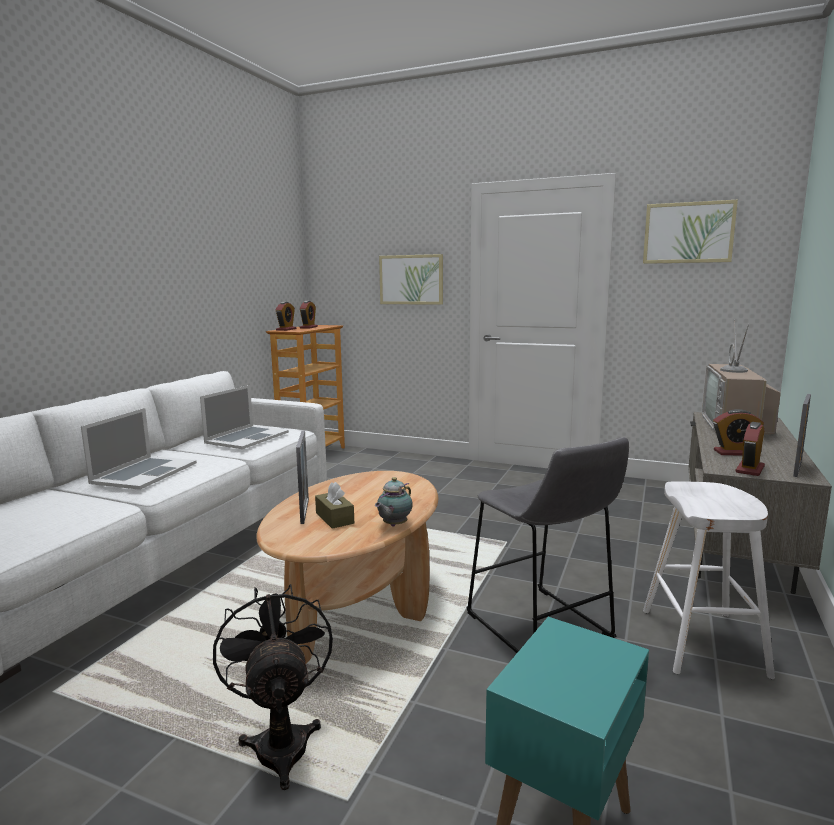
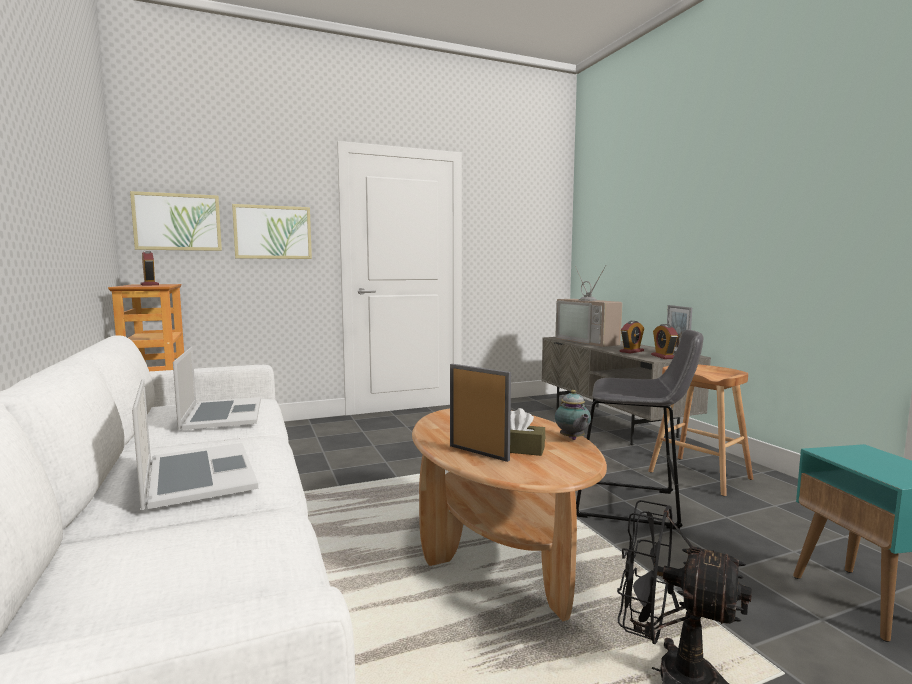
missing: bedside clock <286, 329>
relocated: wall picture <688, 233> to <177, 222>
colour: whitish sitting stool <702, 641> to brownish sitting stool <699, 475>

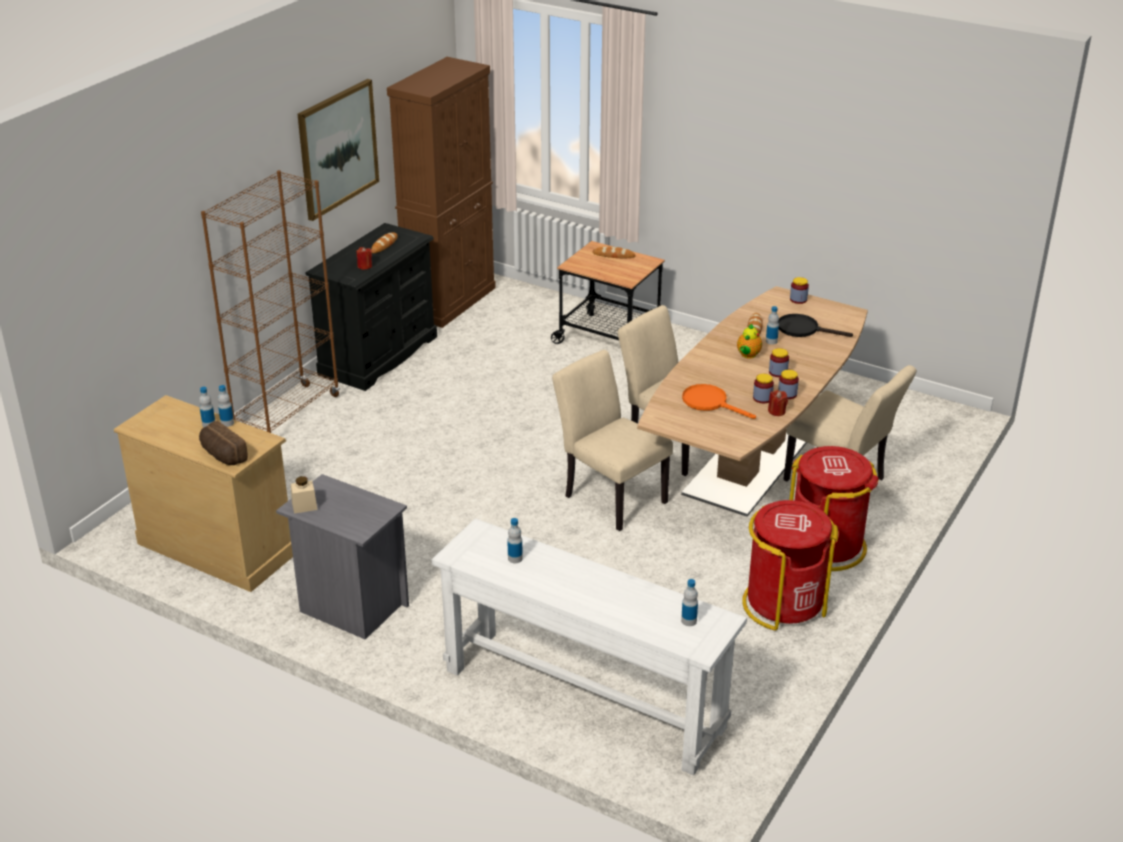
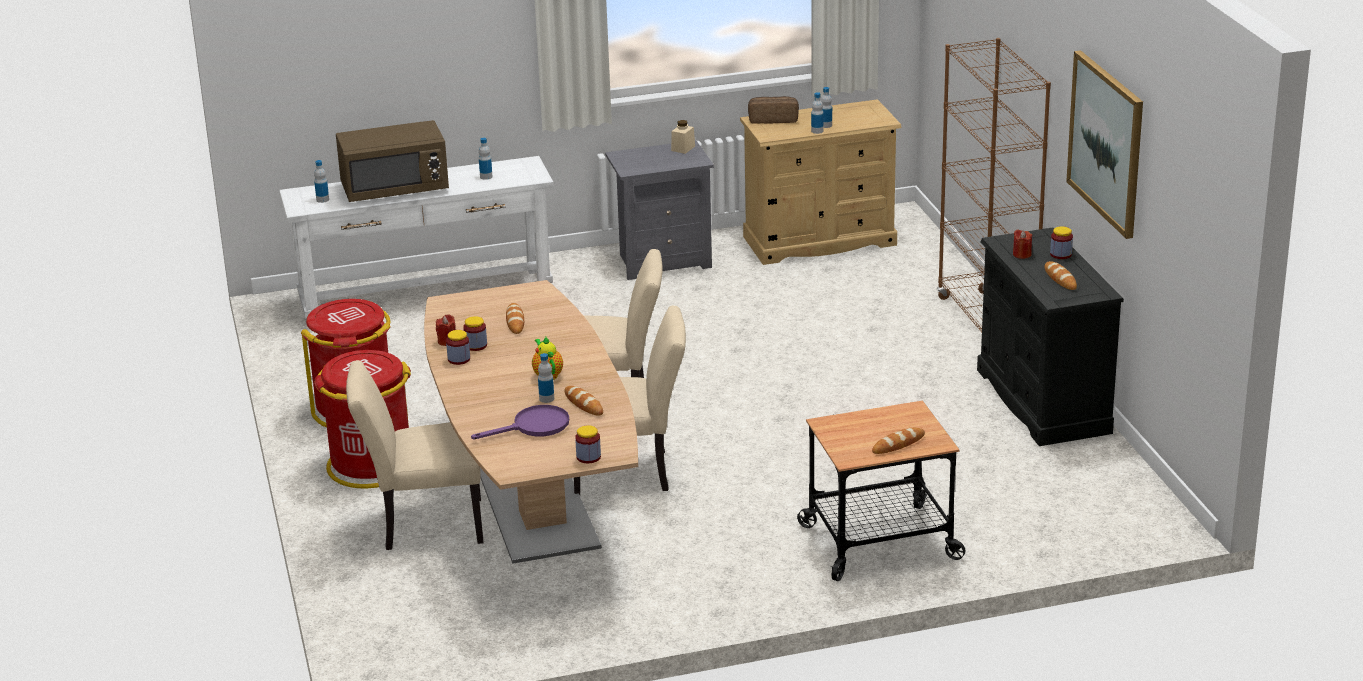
missing: brownish cabinet <450, 301>
appeared: brownish kitchen microwave <395, 189>
relocated: jar <778, 372> to <1061, 254>
exchanged: orange-coloured skillet <710, 403> to baked bread <515, 321>
colour: black skillet <803, 329> to purple skillet <534, 427>

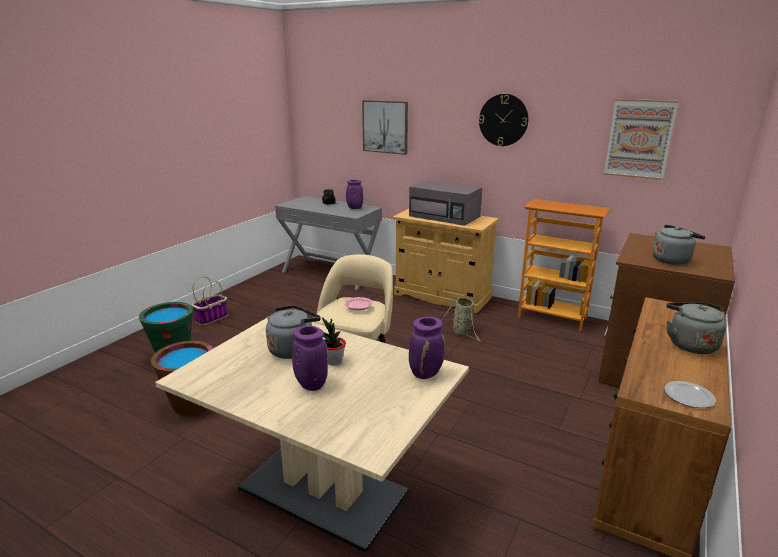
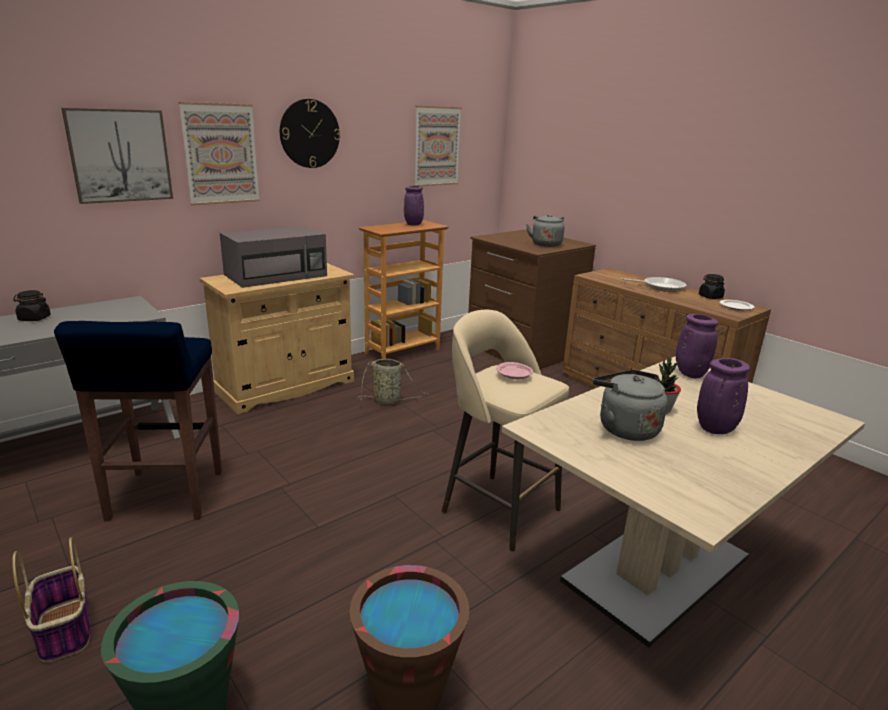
appeared: blue-coloured sitting stool <166, 496>; wall picture <220, 154>; black jar <710, 297>
relocated: purple flower vase <354, 208> to <413, 224>
exchanged: greyish tea kettle <690, 344> to skillet <661, 287>

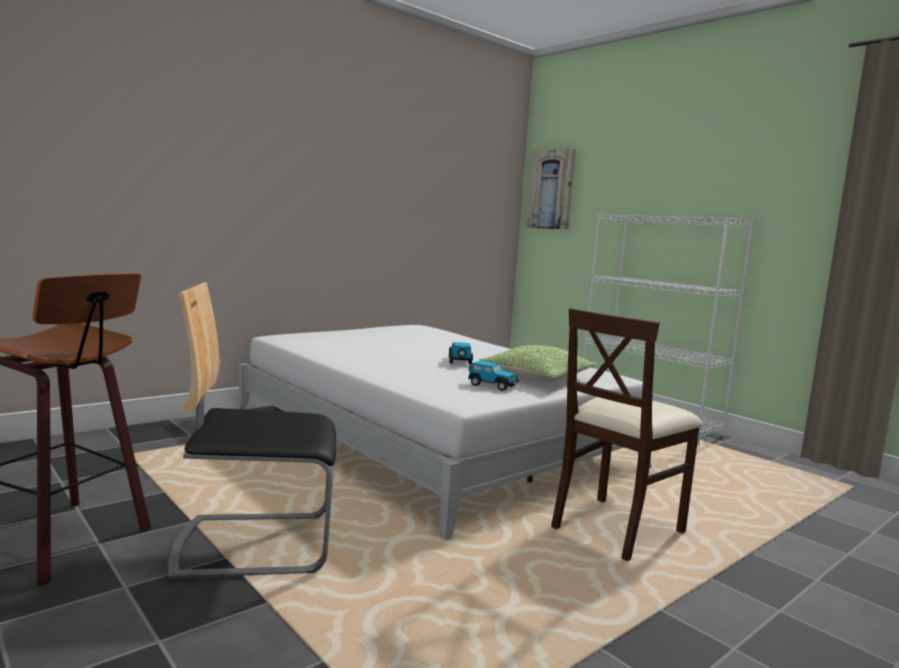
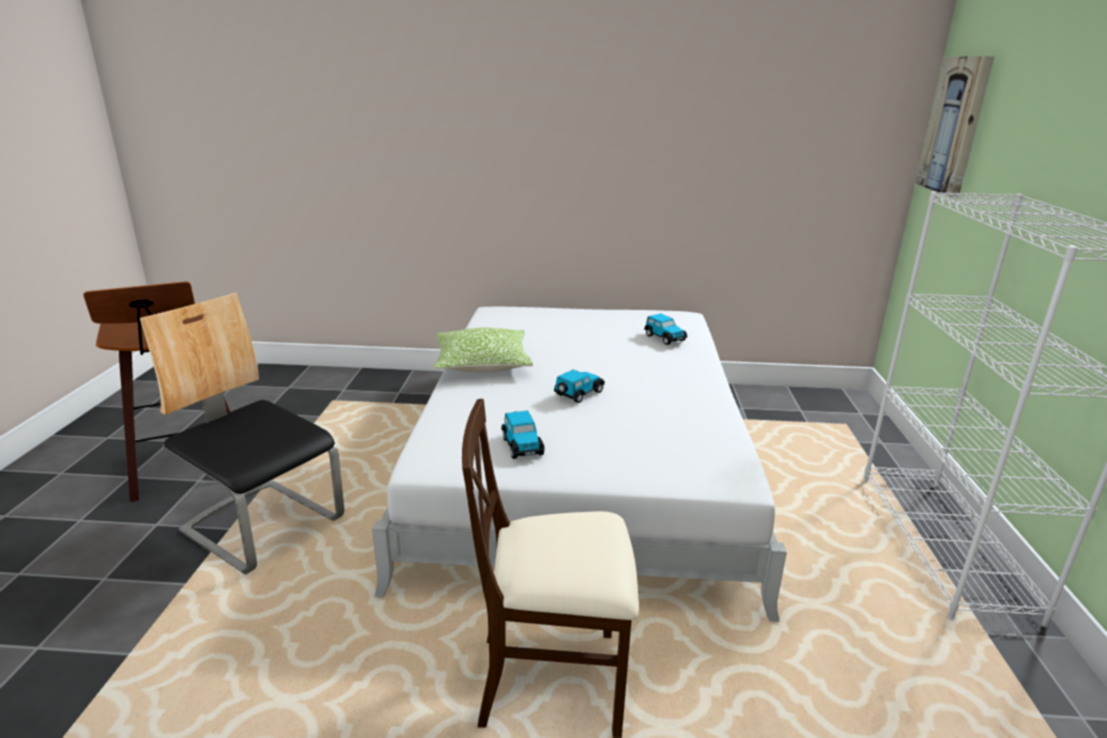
appeared: miniature car <664, 338>
relocated: pillow <537, 378> to <482, 364>

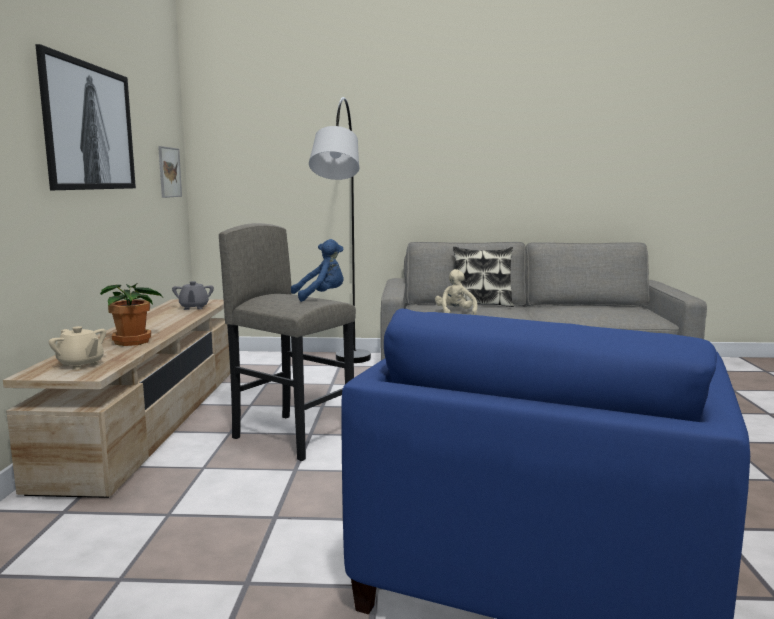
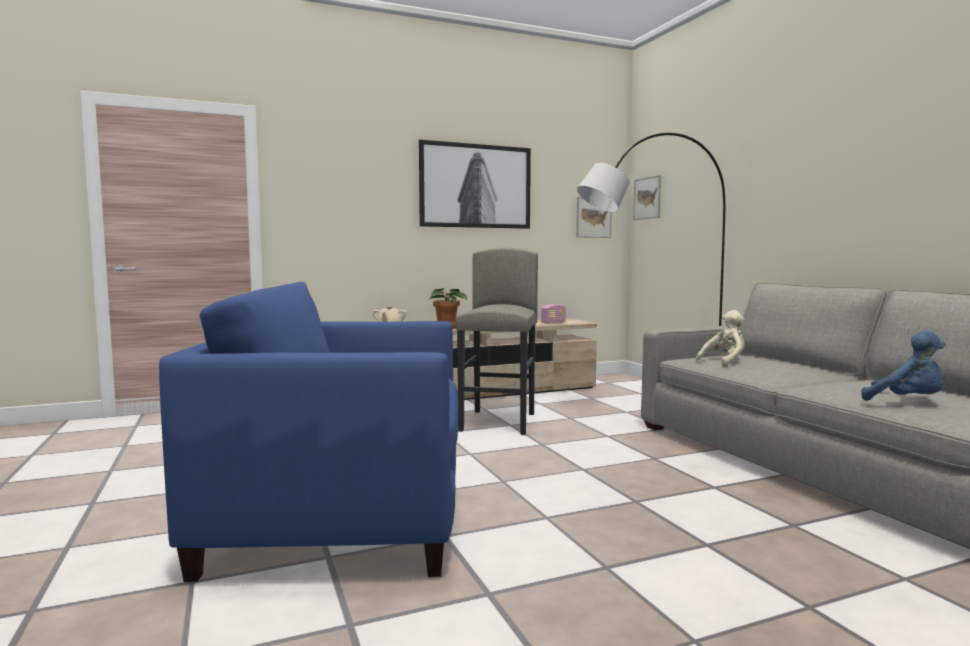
missing: pillow <482, 304>
appeared: wall picture <647, 198>
relocated: blue-coloured soft toy <321, 296> to <906, 402>
exchanged: greyish teapot <194, 308> to radio receiver <553, 322>

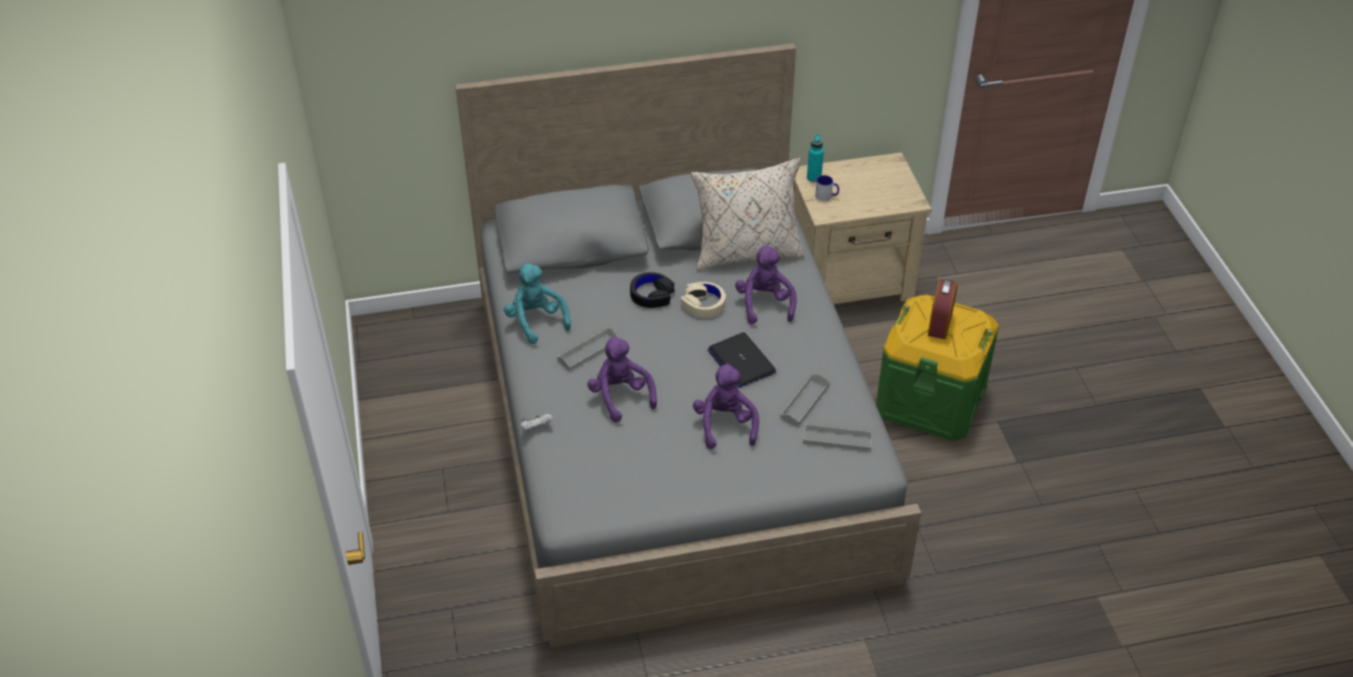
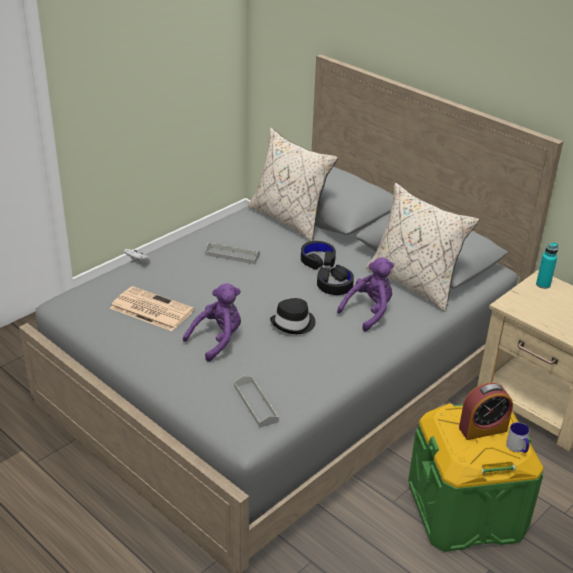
missing: blue-green soft toy <536, 321>; purple soft toy <620, 396>; greyish carrying tray <804, 402>
appeared: newspaper <150, 309>; beige pillow <289, 219>
relocated: coffee mug <826, 196> to <517, 448>
exchanged: portable computer <741, 361> to black hat <294, 323>
colour: beige headphones <703, 304> to black headphones <334, 285>

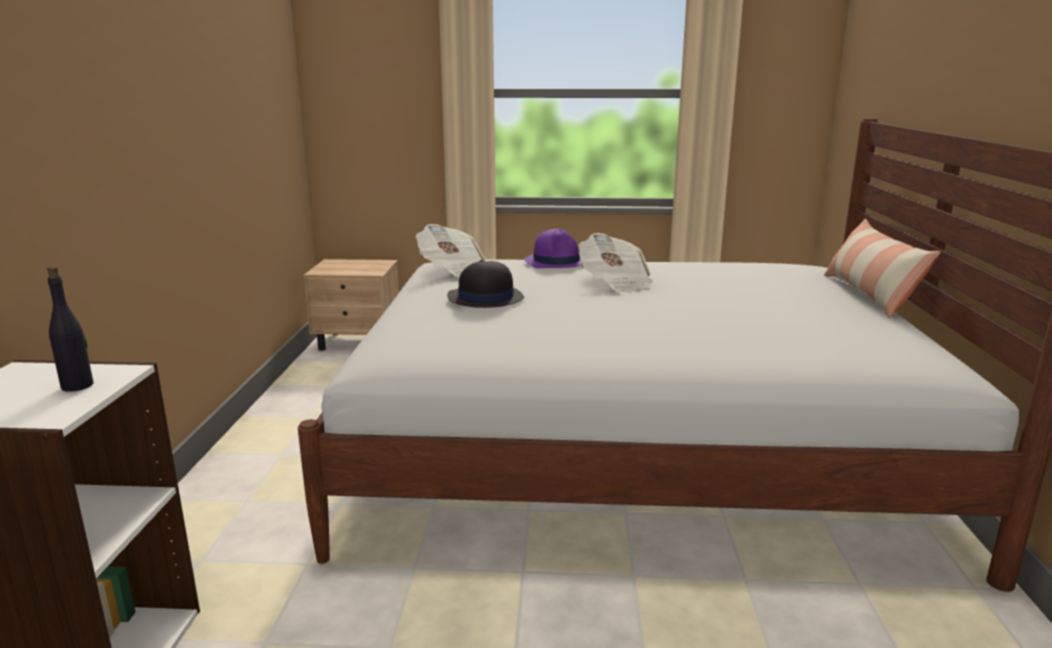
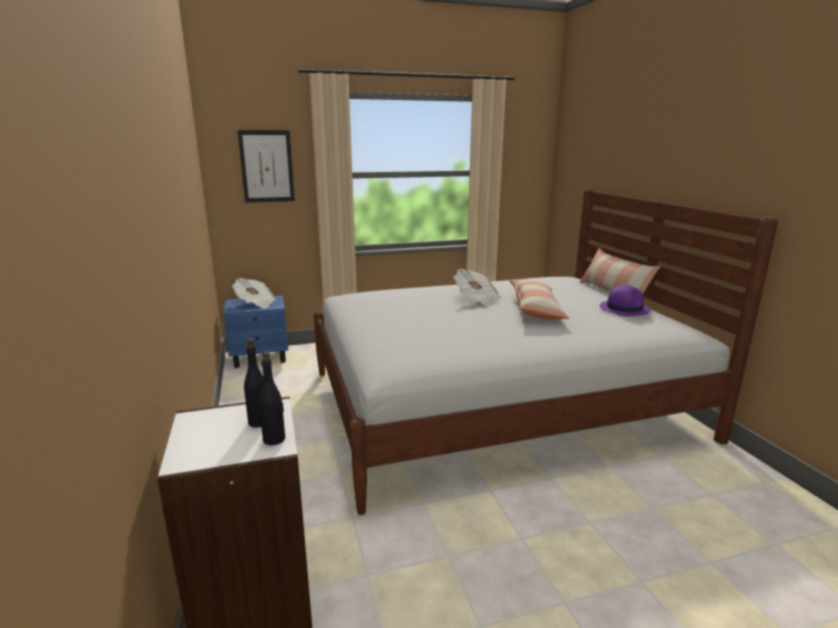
missing: black hat <485, 298>
appeared: wall picture <267, 166>; black beverage bottle <274, 439>; pillow <535, 309>
relocated: newspaper <452, 269> to <255, 303>; purple hat <557, 261> to <624, 309>
colour: beige bedside table <359, 342> to blue-coloured bedside table <261, 357>

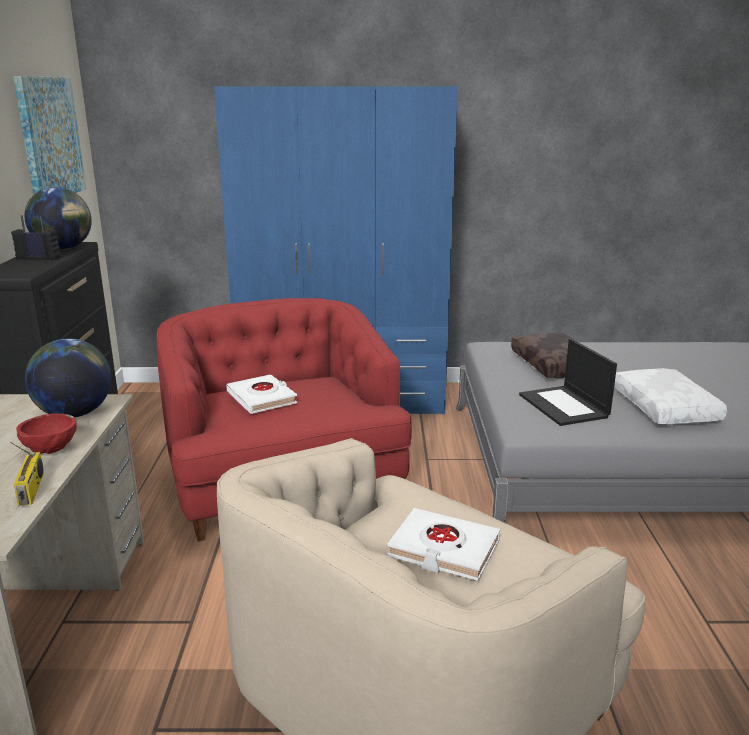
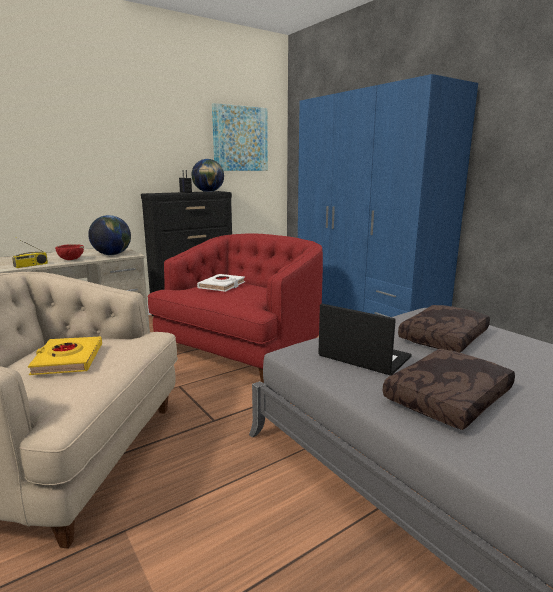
colour: whitish bound book <443, 550> to yellowish bound book <68, 360>; whitish pillow <666, 408> to brownish pillow <449, 399>
spun: portable computer <564, 406> = <363, 356> 90 degrees clockwise

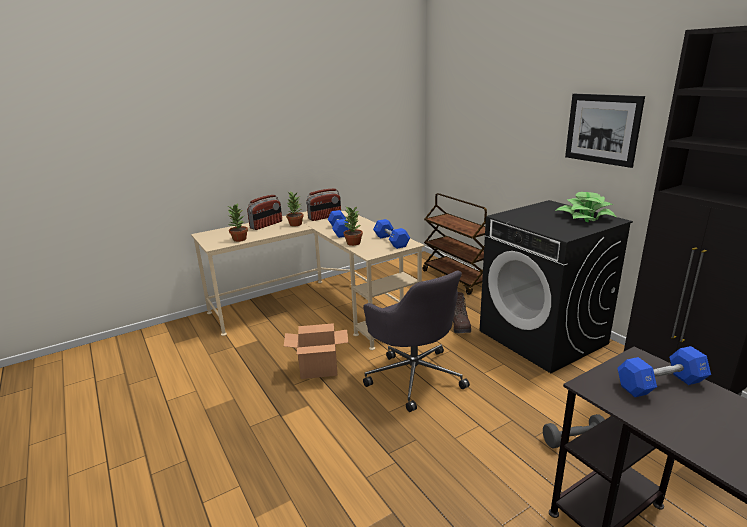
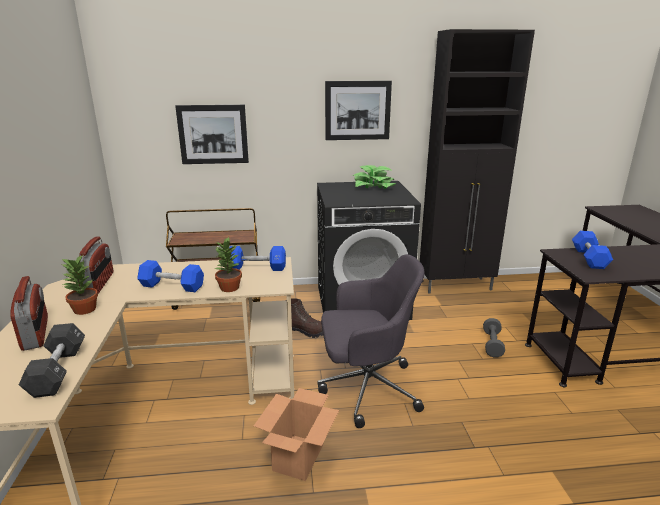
appeared: wall picture <213, 134>
exchanged: plant in a pot <239, 239> to black hand weight <58, 371>

